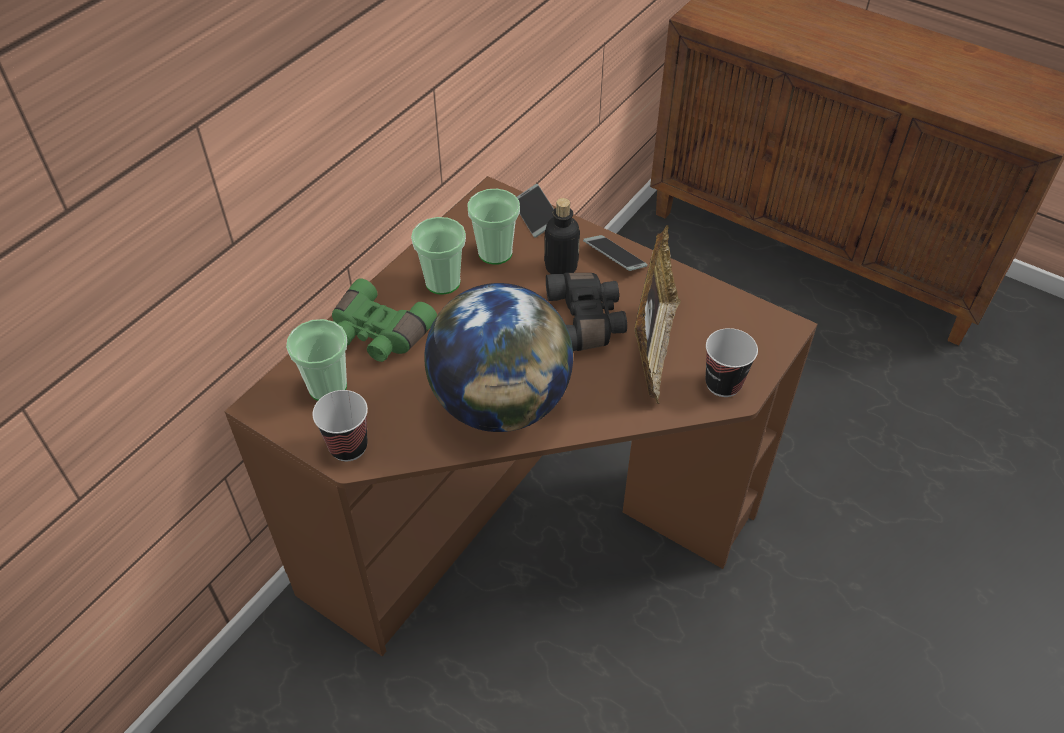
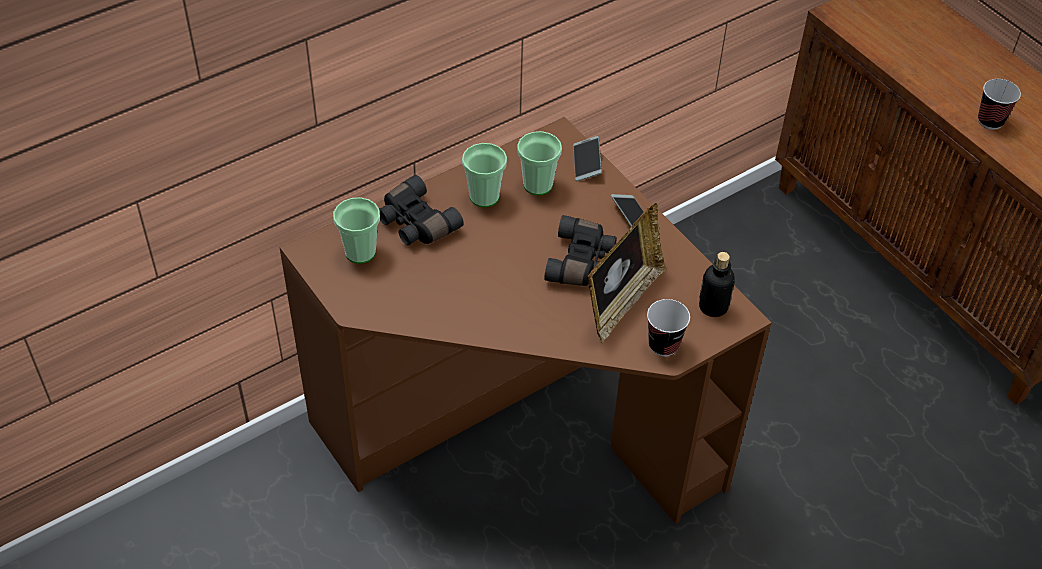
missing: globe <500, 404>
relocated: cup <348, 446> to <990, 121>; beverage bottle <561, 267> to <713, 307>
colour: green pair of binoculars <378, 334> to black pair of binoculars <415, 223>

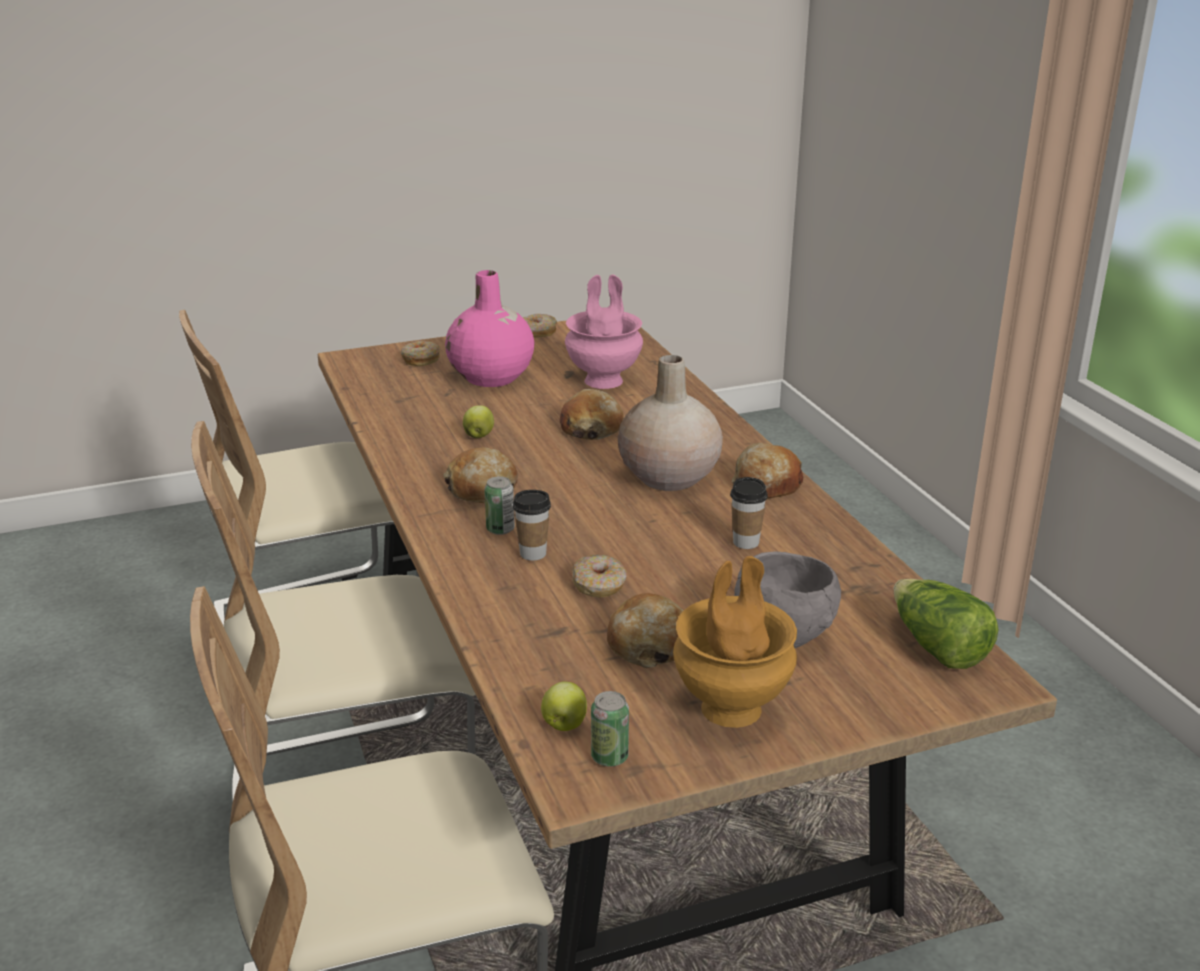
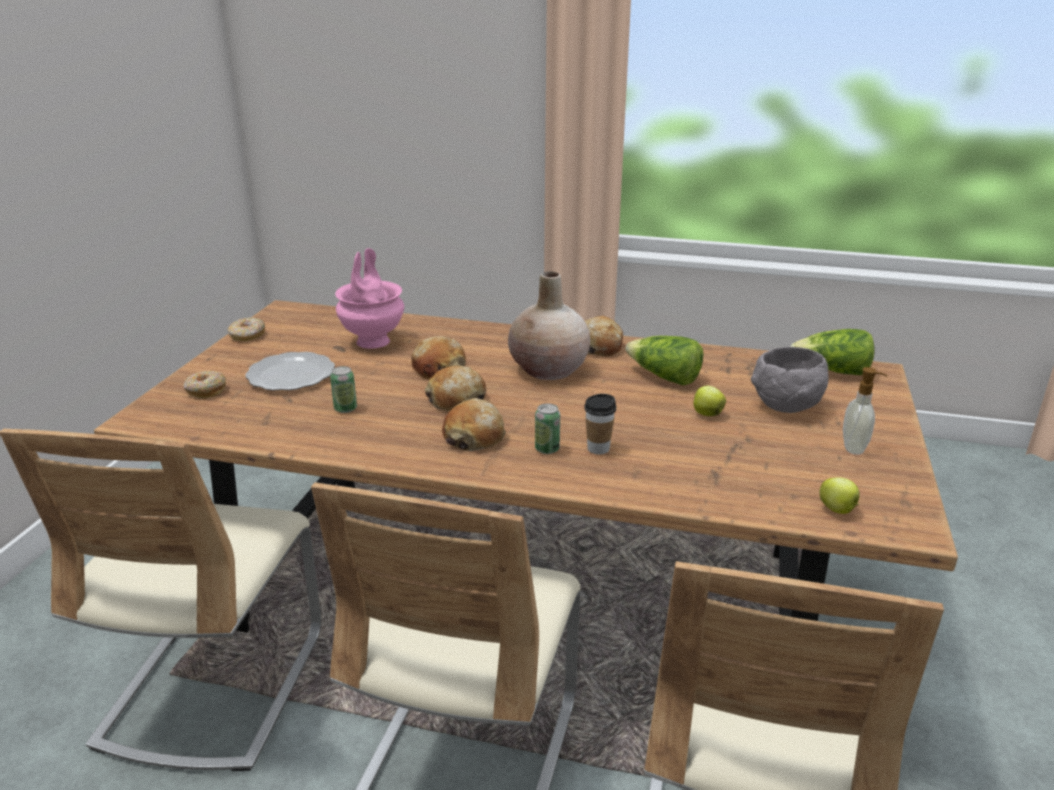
missing: ring doughnut <599, 585>
relocated: whole apple <479, 436> to <706, 414>; metal can <609, 757> to <345, 409>; baked bread <649, 644> to <456, 400>
exchanged: pink flower vase <491, 377> to plate <292, 375>; brownish flower vase <732, 708> to liquid soap bottle <855, 448>; cup <746, 542> to lettuce <664, 377>

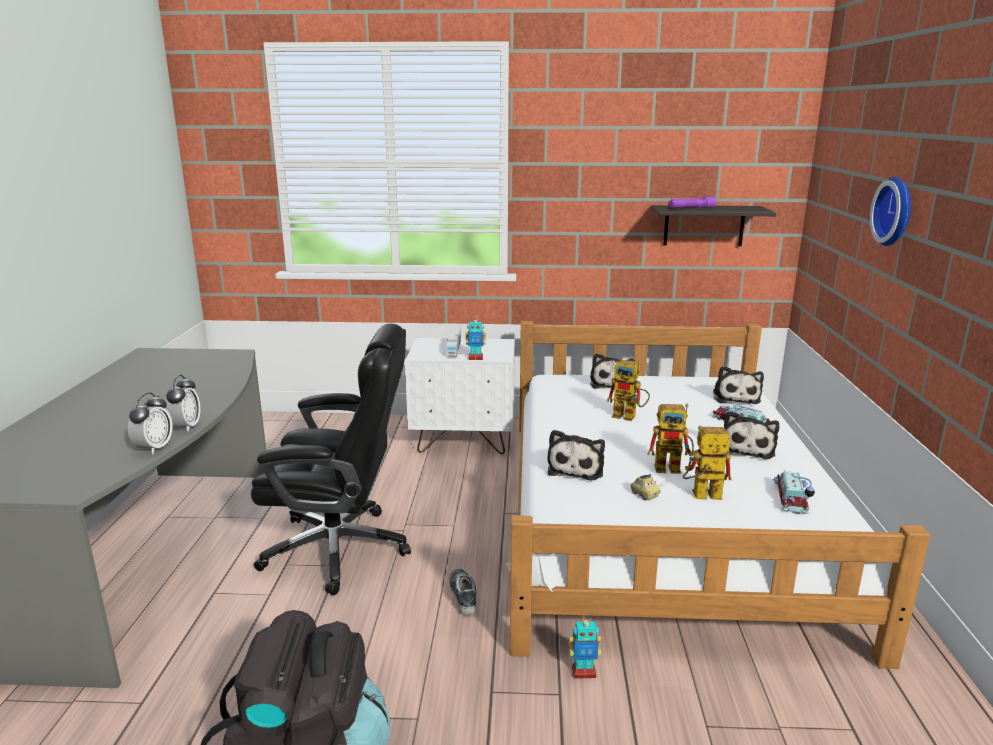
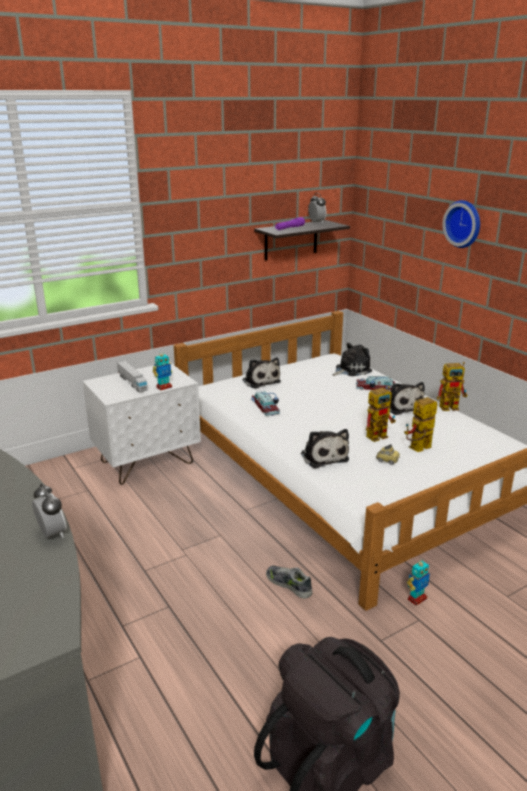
missing: black computer chair <340, 549>
relocated: bedside clock <154, 448> to <316, 223>; toy robot <629, 416> to <452, 406>; miniature car <792, 497> to <266, 407>
spun: soft toy <735, 397> = <351, 370> 90 degrees counterclockwise

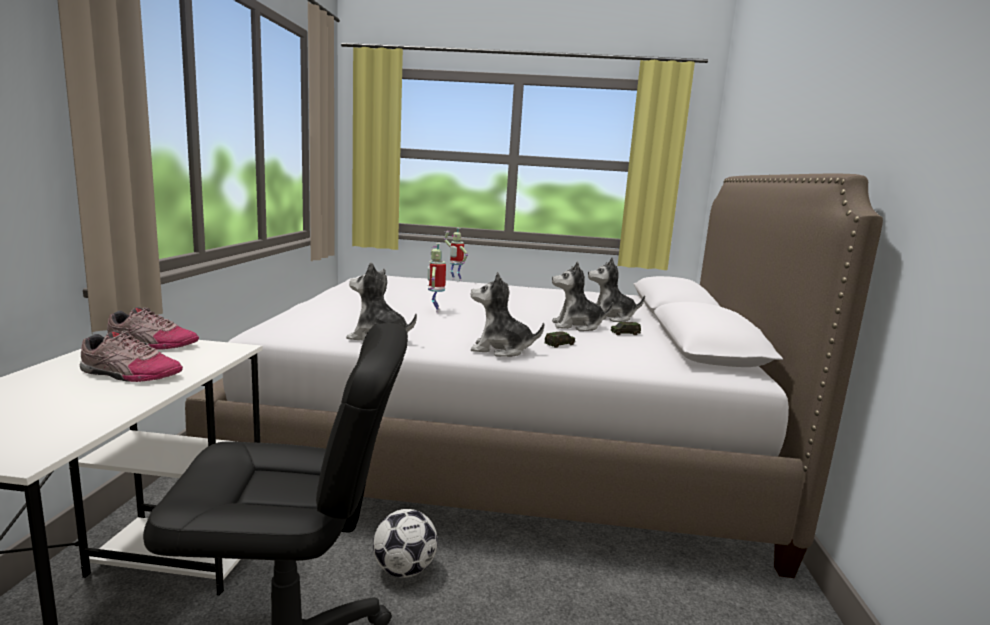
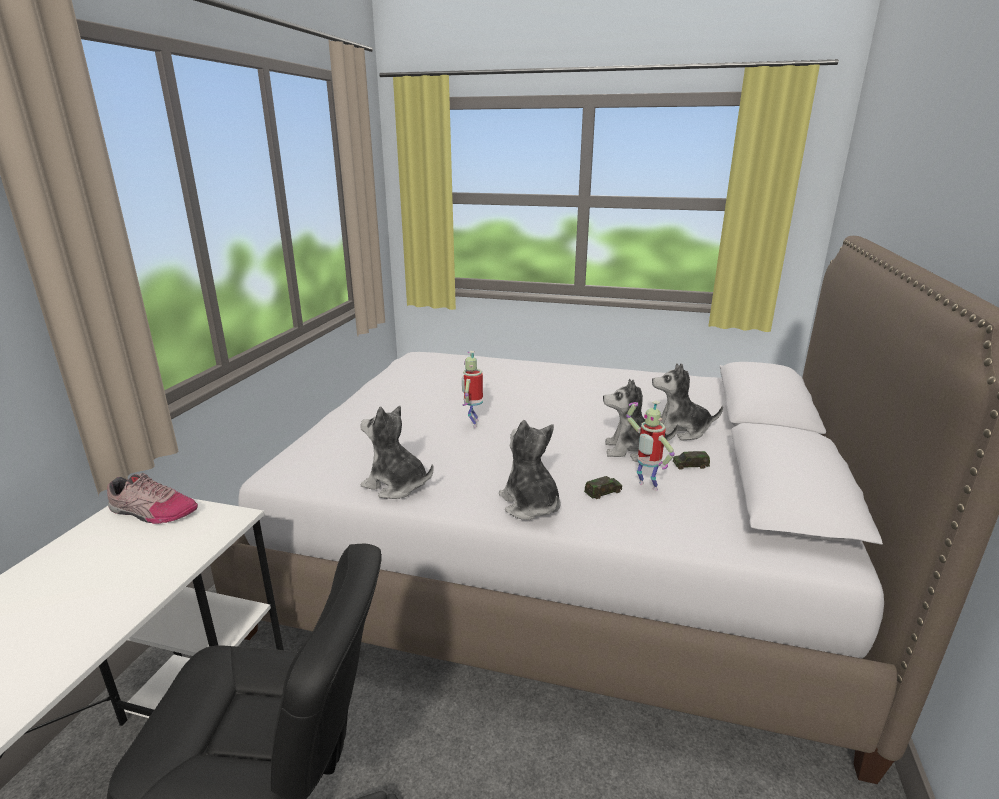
missing: item of footwear <129, 374>; ball for football <404, 570>
relocated: toy robot <455, 280> to <645, 487>
spun: soft toy <501, 350> = <530, 505> 45 degrees clockwise

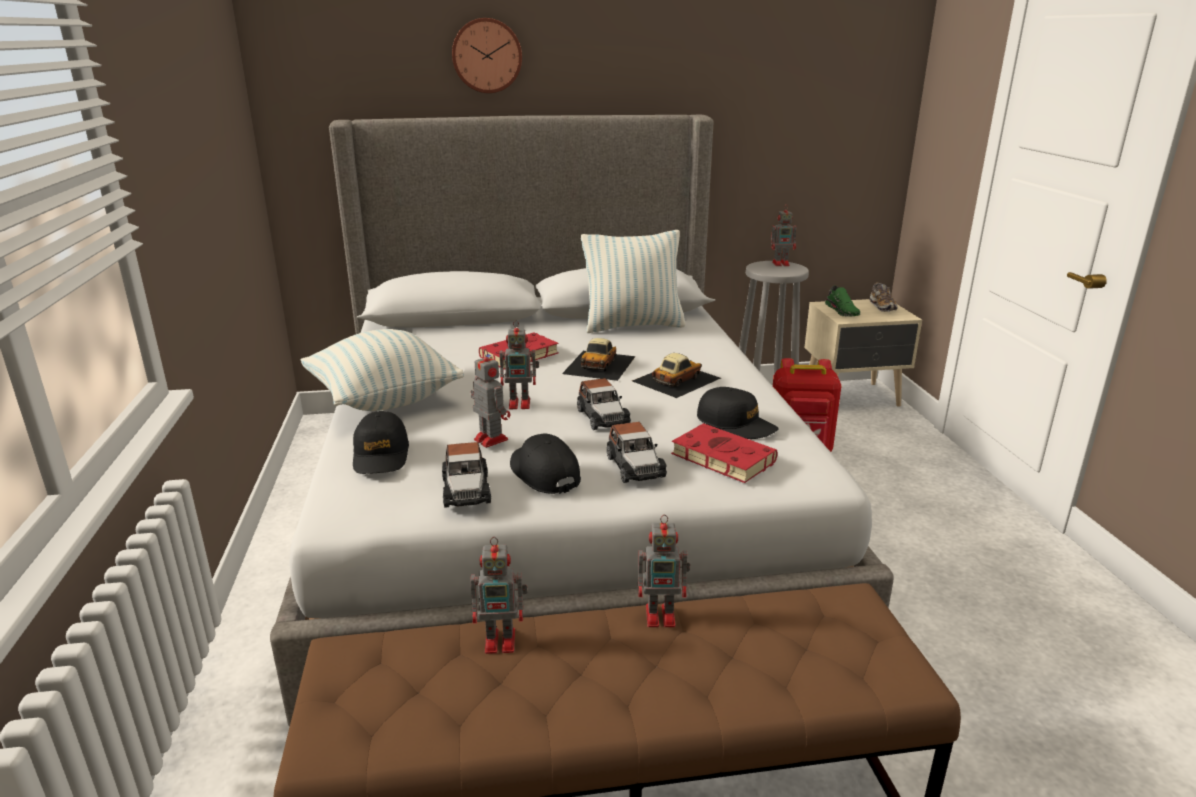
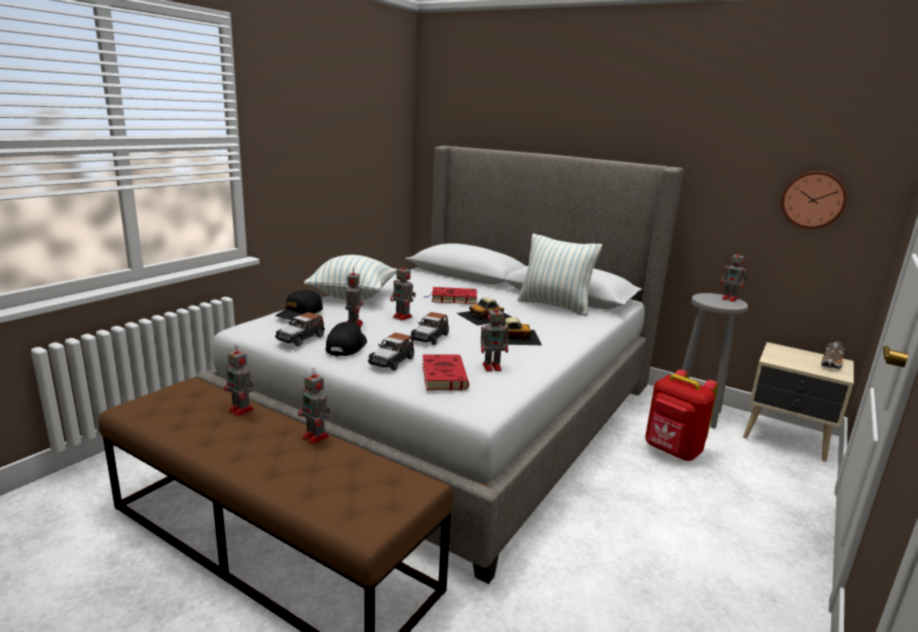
missing: green item of footwear <843, 311>
relocated: hanging clock <487, 55> to <813, 199>
exchanged: black peaked cap <736, 424> to toy robot <493, 367>

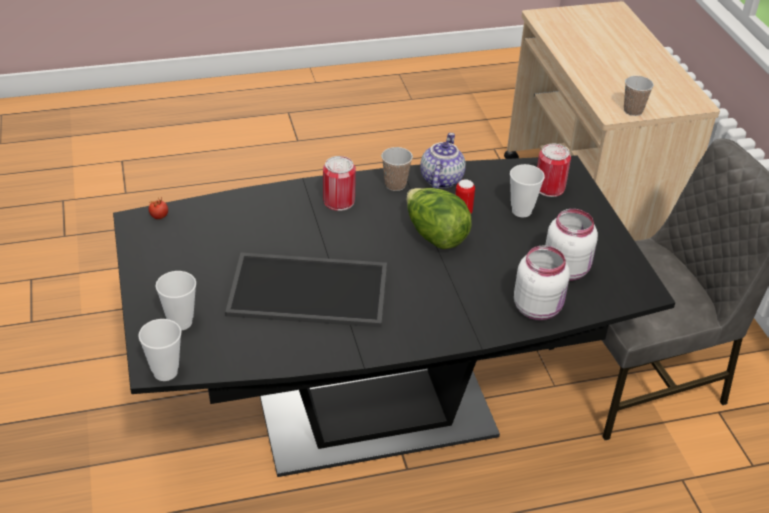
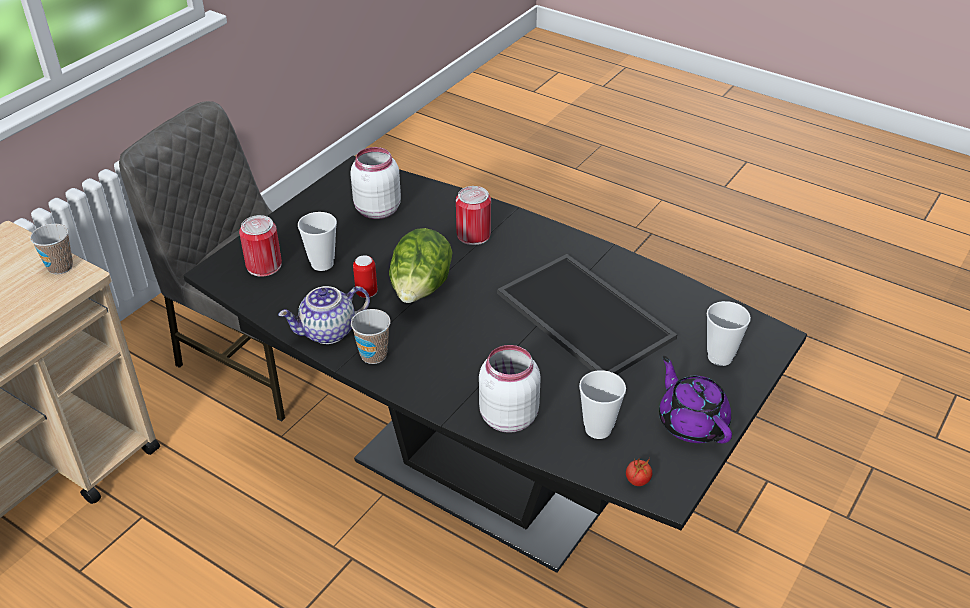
appeared: purple teapot <691, 422>
relocated: cup <165, 372> to <598, 429>; metal can <339, 201> to <473, 235>; whitish jar <538, 308> to <506, 417>

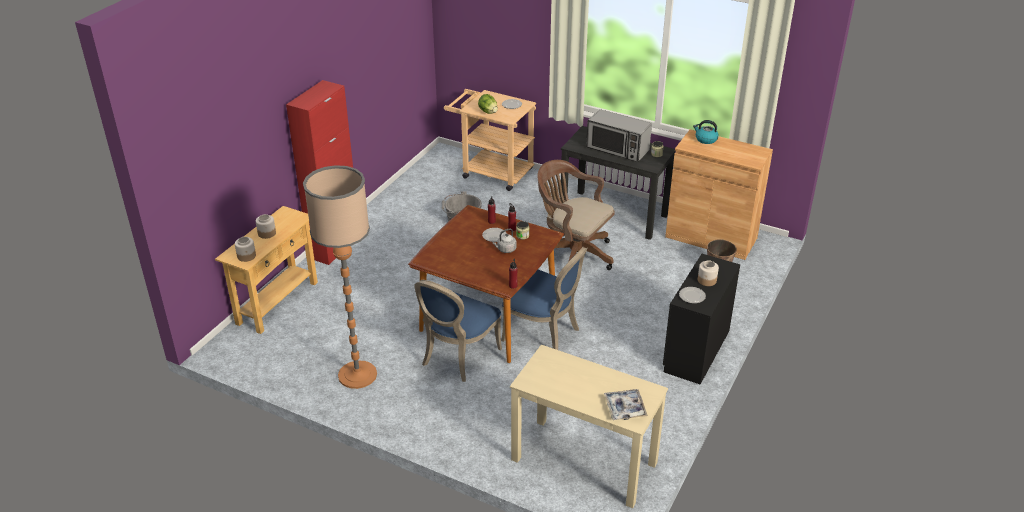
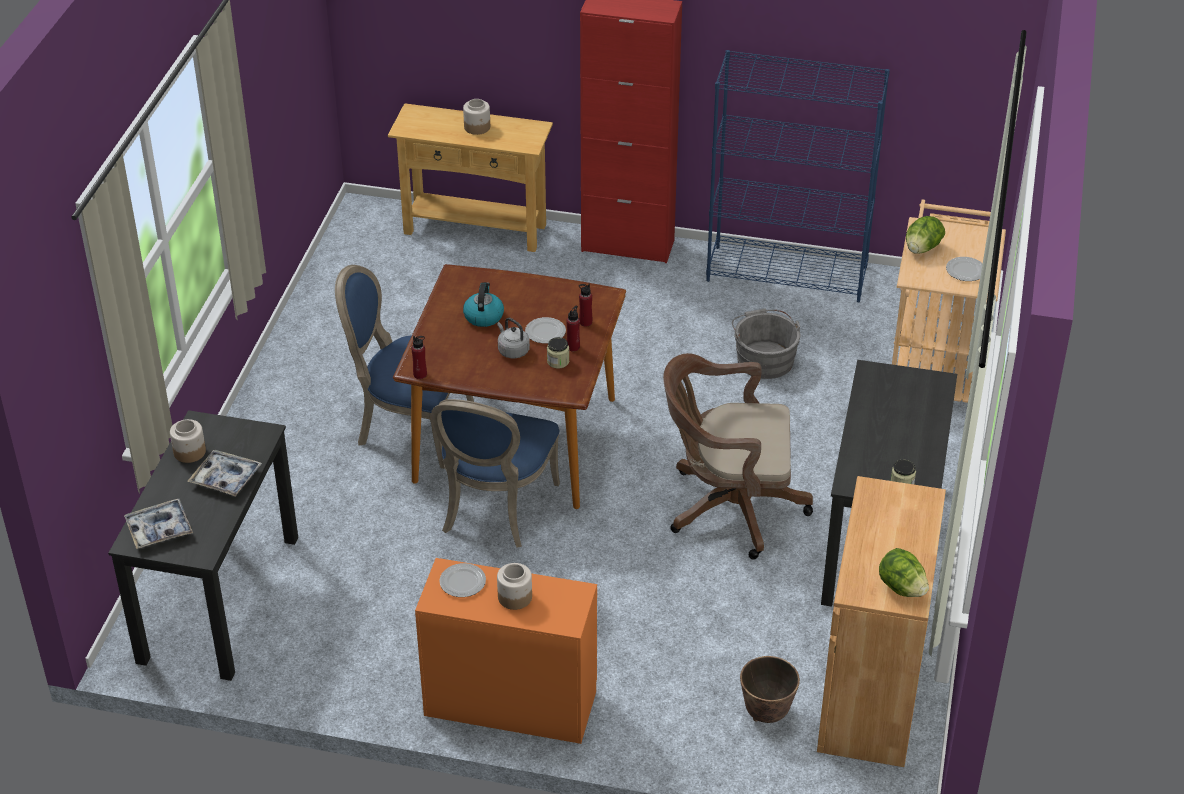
missing: standing lamp <357, 375>; kitchen microwave <617, 149>
appeared: carrying tray <226, 478>; blue-coloured bookshelf <788, 273>; lettuce <901, 588>
relocated: jar <246, 256> to <189, 452>; tea kettle <705, 139> to <483, 316>
colour: beige desk <583, 461> to black desk <219, 597>; black drawer chest <695, 351> to orange-coloured drawer chest <510, 701>
spun: brownish computer chair <572, 254> = <728, 507> 105 degrees counterclockwise

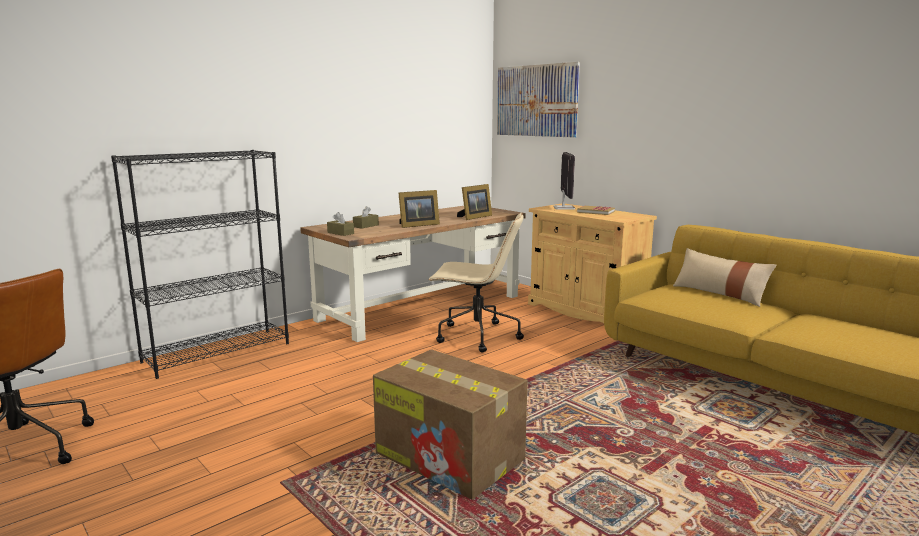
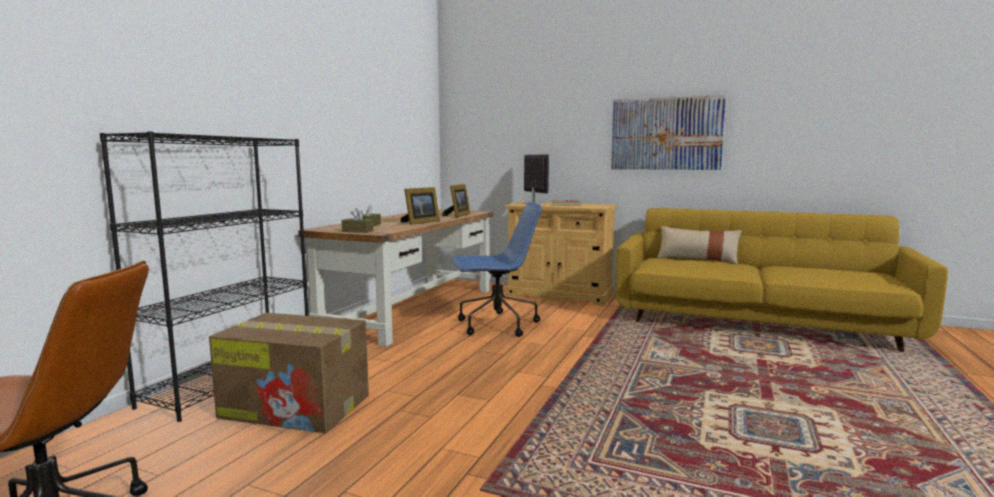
relocated: carton <451, 457> to <297, 406>; wall picture <536, 101> to <666, 134>
colour: beige computer chair <476, 336> to blue-coloured computer chair <496, 325>

